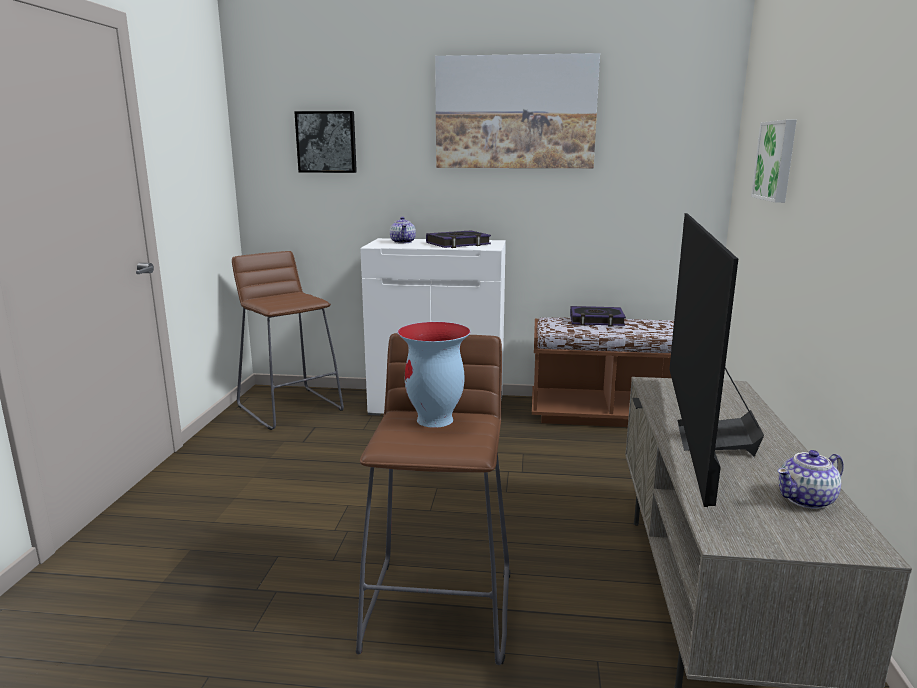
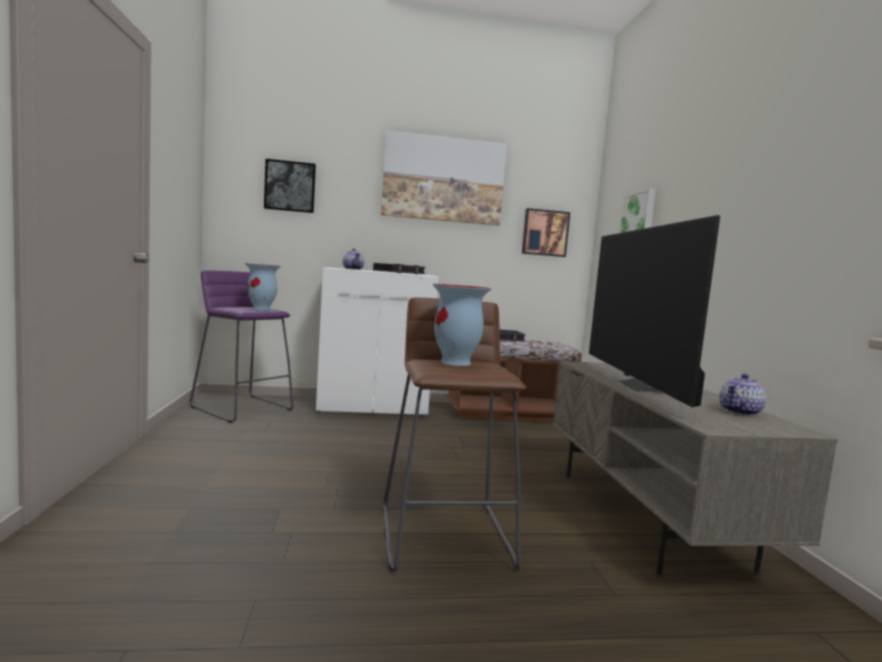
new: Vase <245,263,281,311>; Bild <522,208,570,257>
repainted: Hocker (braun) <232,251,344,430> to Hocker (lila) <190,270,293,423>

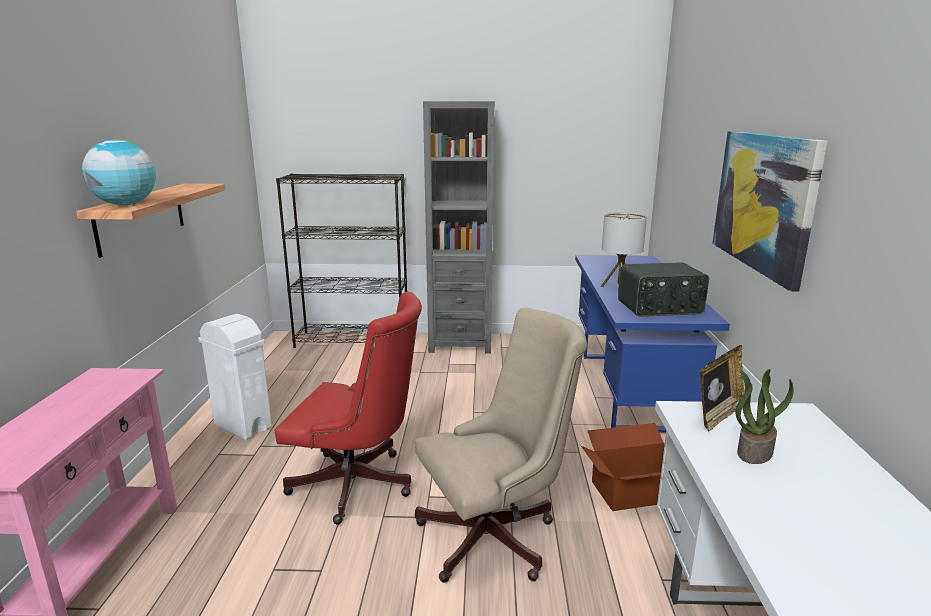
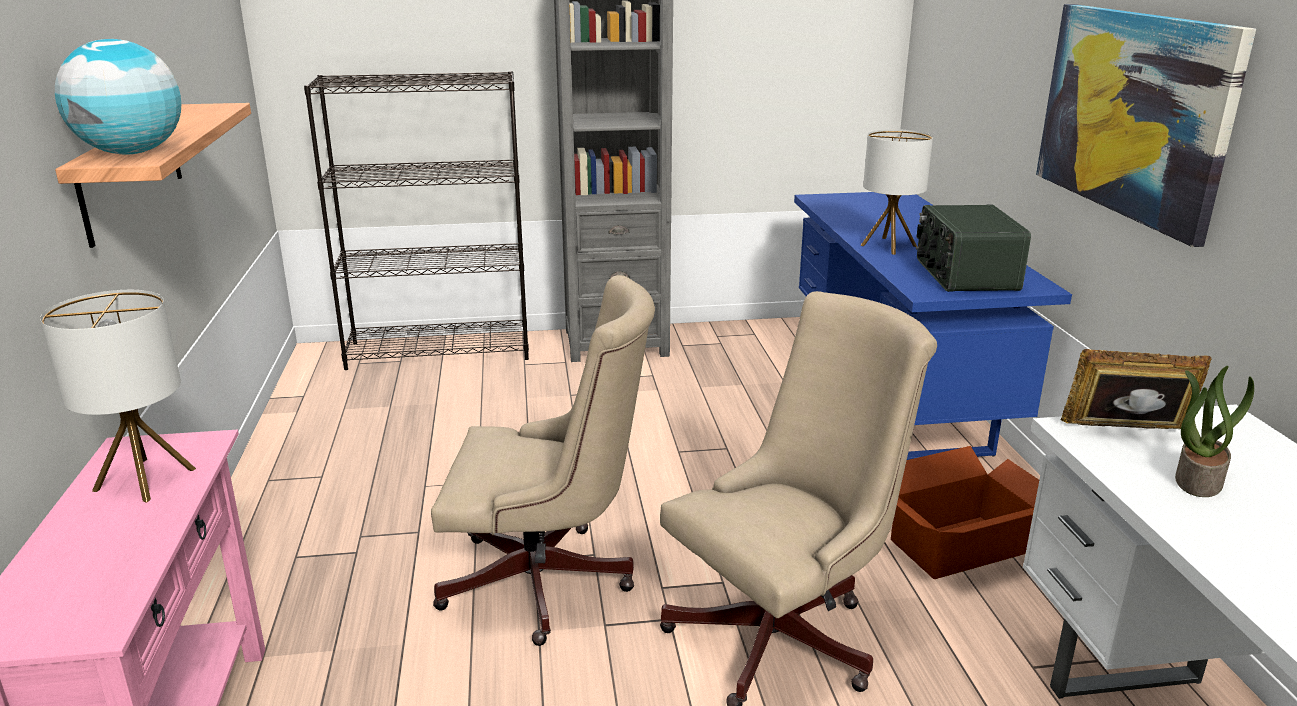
gone: Mülleimer (weiß) <198,314,272,440>
new: Tischlampe <40,290,196,502>
repainted: Bürostuhl (rot) <275,292,422,525> to Bürostuhl (beige) <431,275,655,646>
rotated: Radio <618,262,709,316> = <916,204,1031,292> 105 degrees clockwise; Bilderrahmen <700,345,745,431> = <1060,349,1212,429> 120 degrees counterclockwise

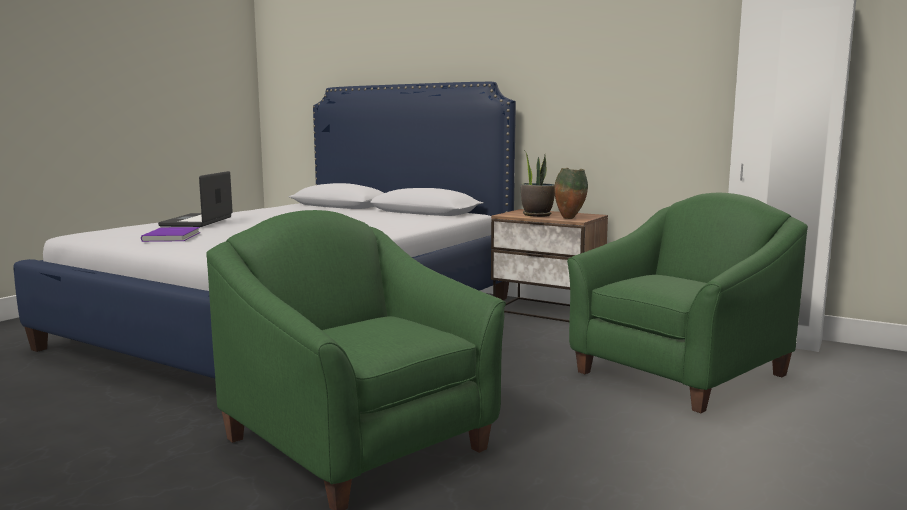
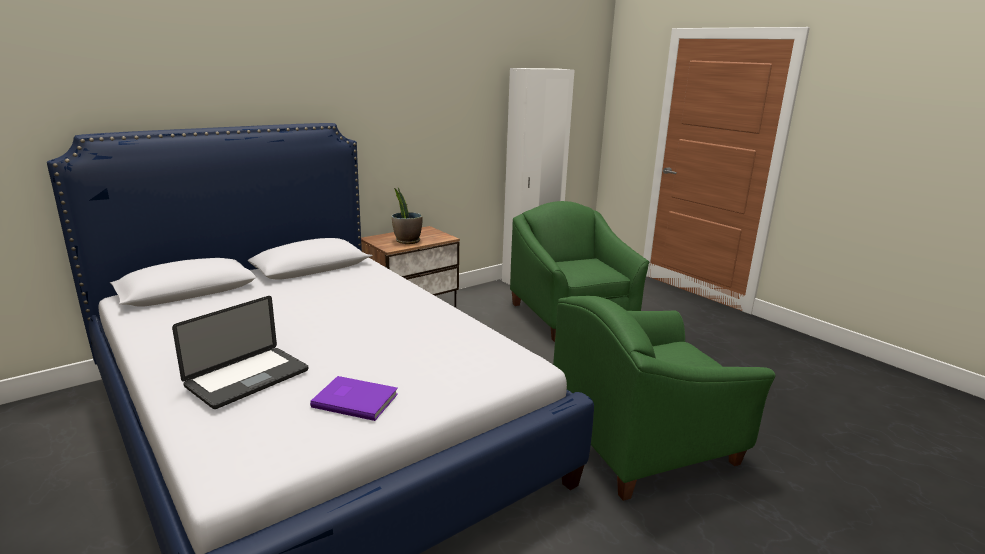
gone: Vase <554,168,588,219>
rotated: Laptop <158,171,233,227> = <172,296,308,409> 75 degrees counterclockwise

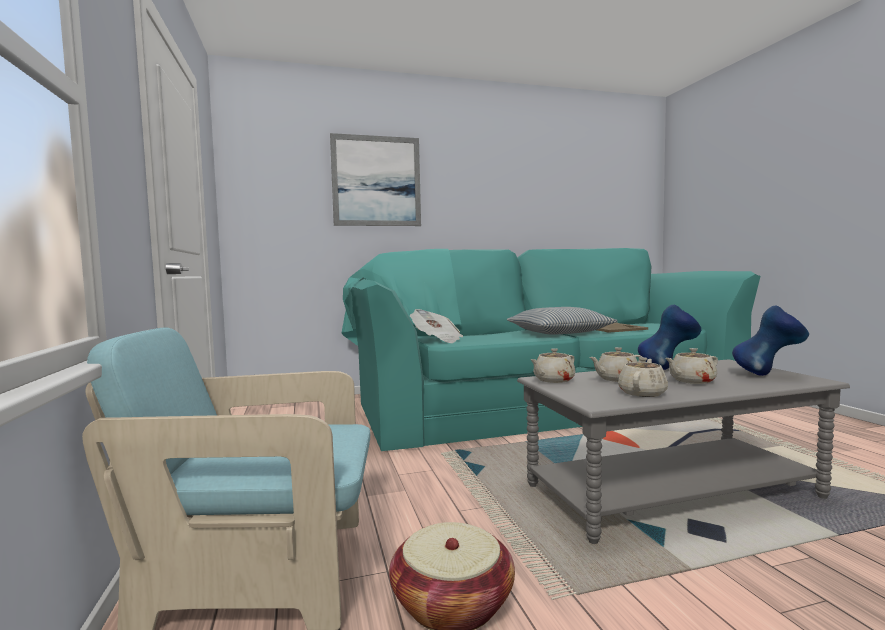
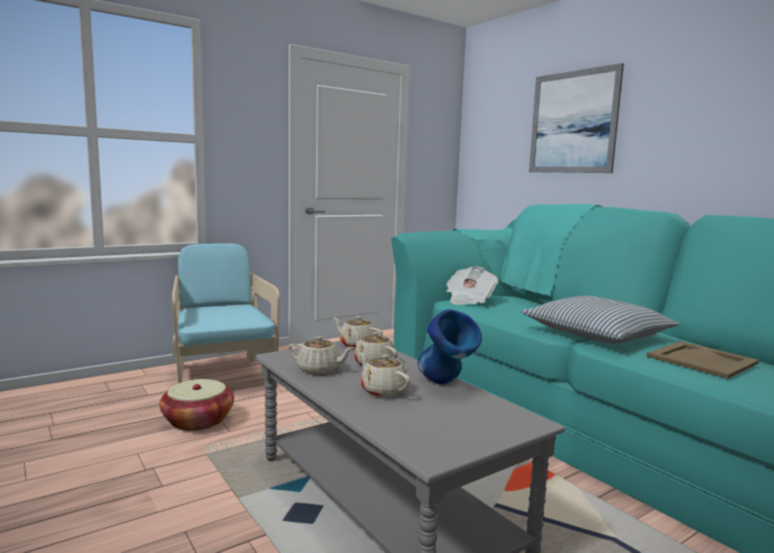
gone: Vase (blau) <732,306,809,376>

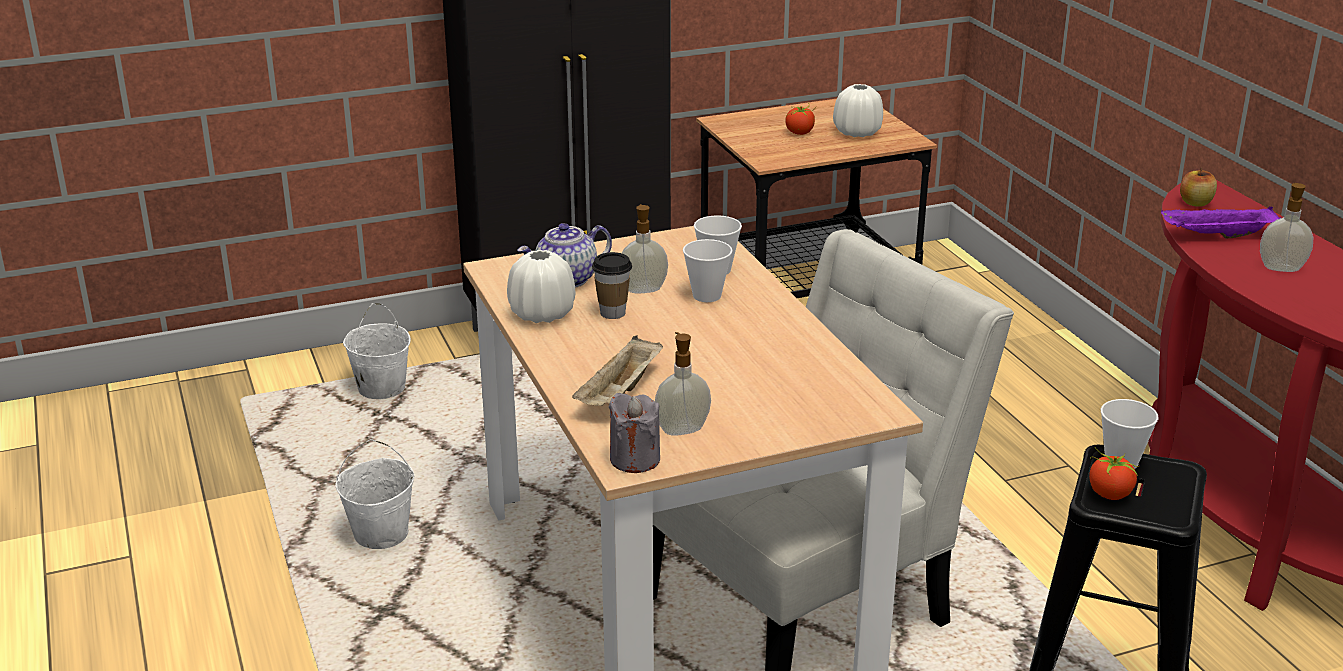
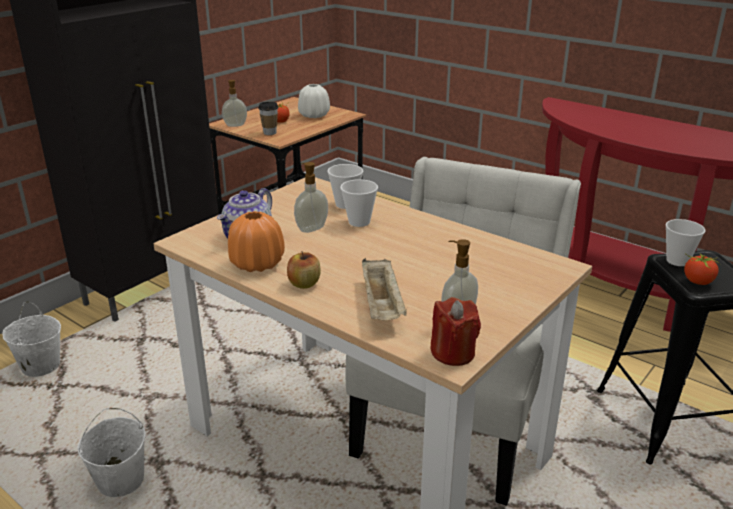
gone: Tablett (lila) <1161,206,1281,238>
shifted: Seifenspender <1260,183,1313,272> to <222,80,247,127>; Tasse <592,252,632,319> to <258,101,279,135>; Apfel <1180,168,1217,207> to <287,251,320,289>
repainted: Vase (weiß) <507,250,575,323> to Vase (orange) <228,211,285,272>; Kerze (grau) <608,393,660,473> to Kerze (rot) <430,297,481,366>

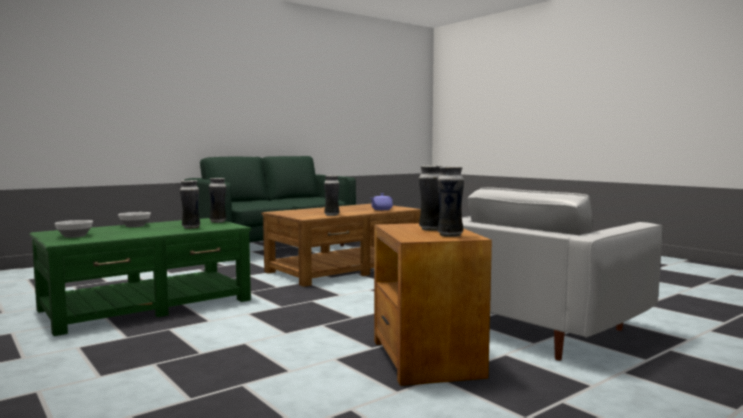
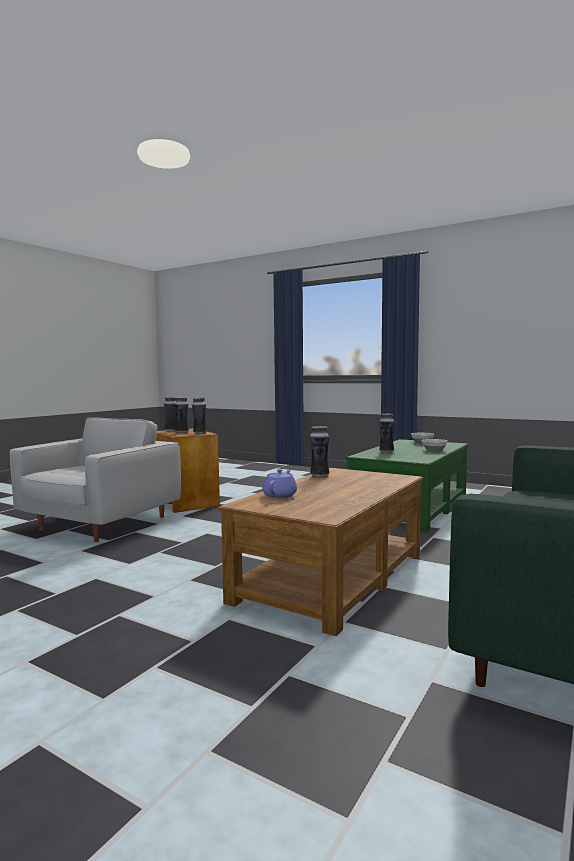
shifted: Vase <209,178,227,223> to <192,397,207,434>

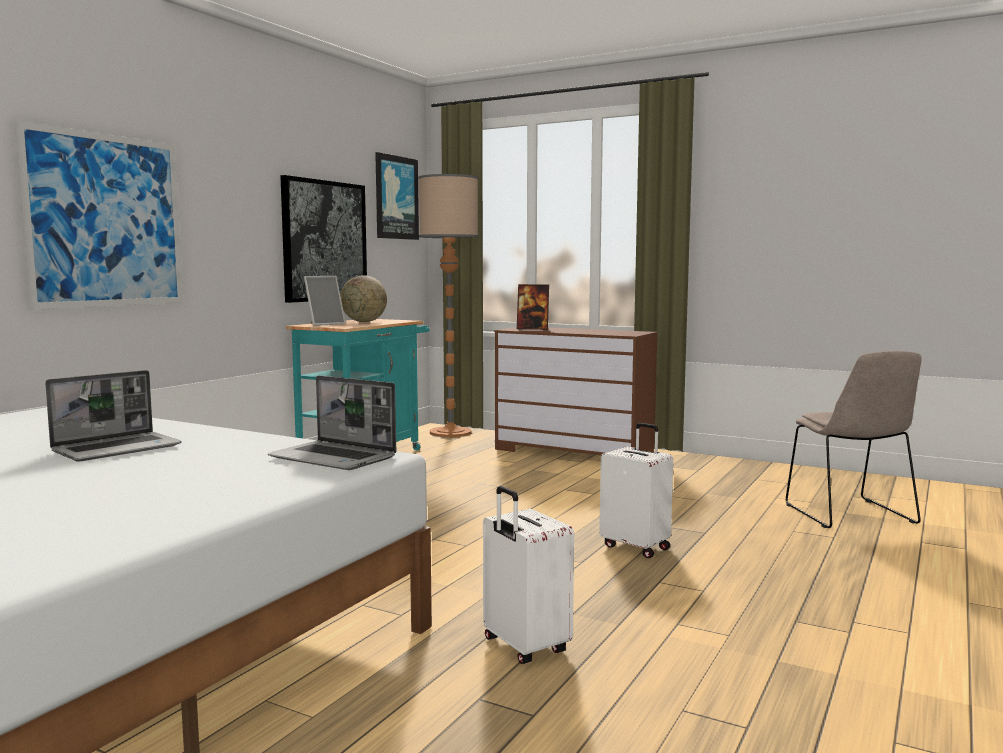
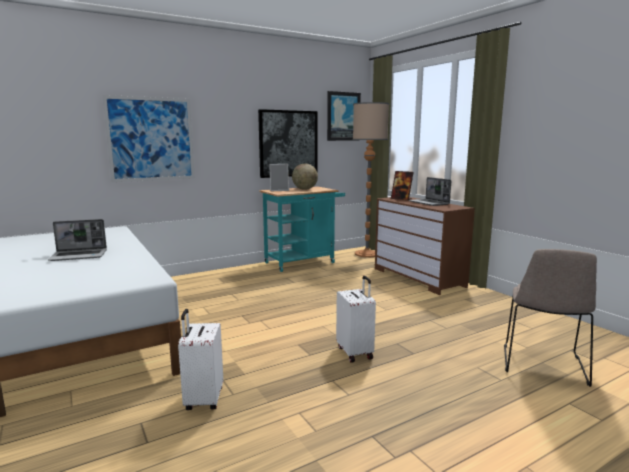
shifted: Laptop <268,376,396,470> to <409,177,451,206>

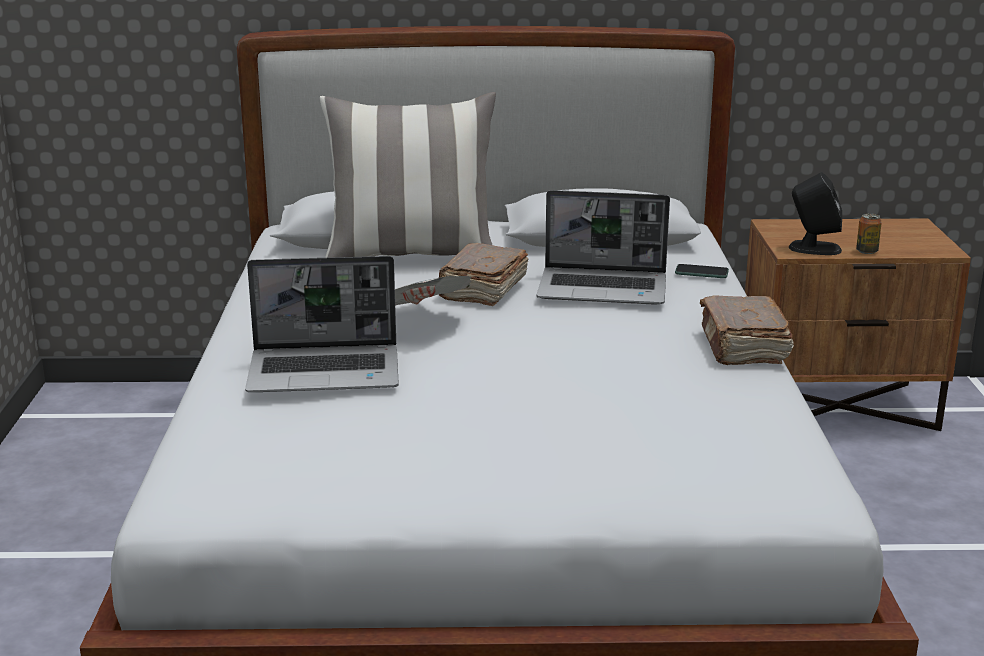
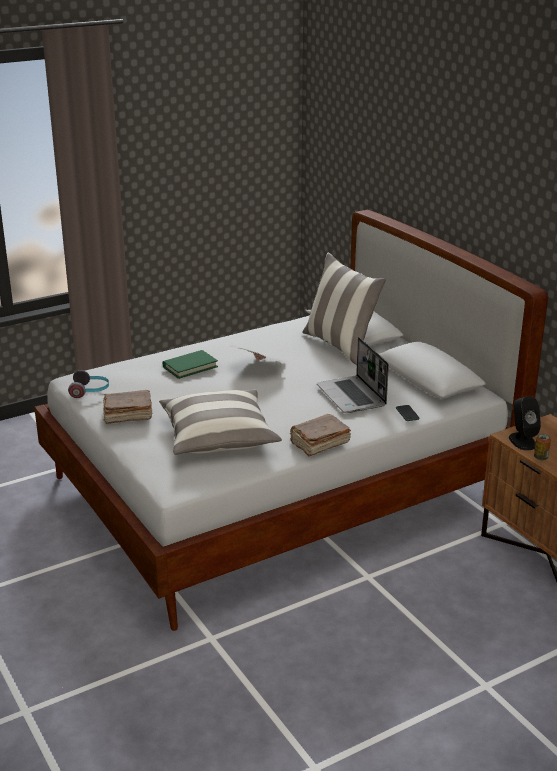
new: Kopfhörer <68,370,109,398>; Kissen <159,390,282,455>
shifted: Buch (braun) <439,243,528,306> to <103,390,152,424>
swapped: Laptop <245,256,399,392> to Buch (grün) <163,350,218,379>

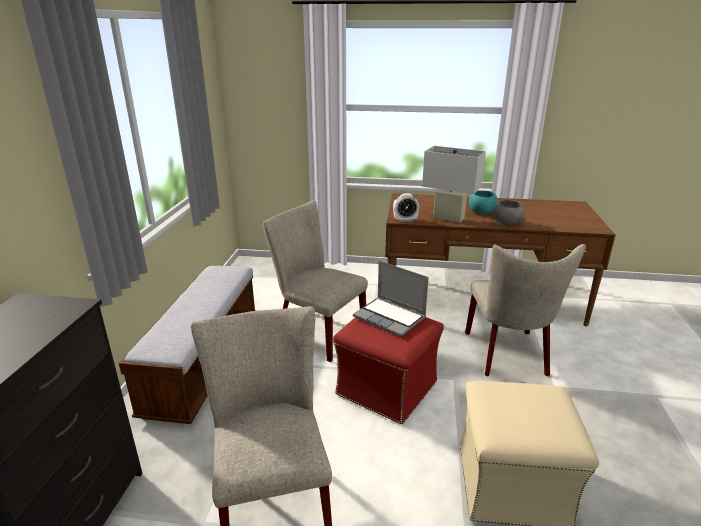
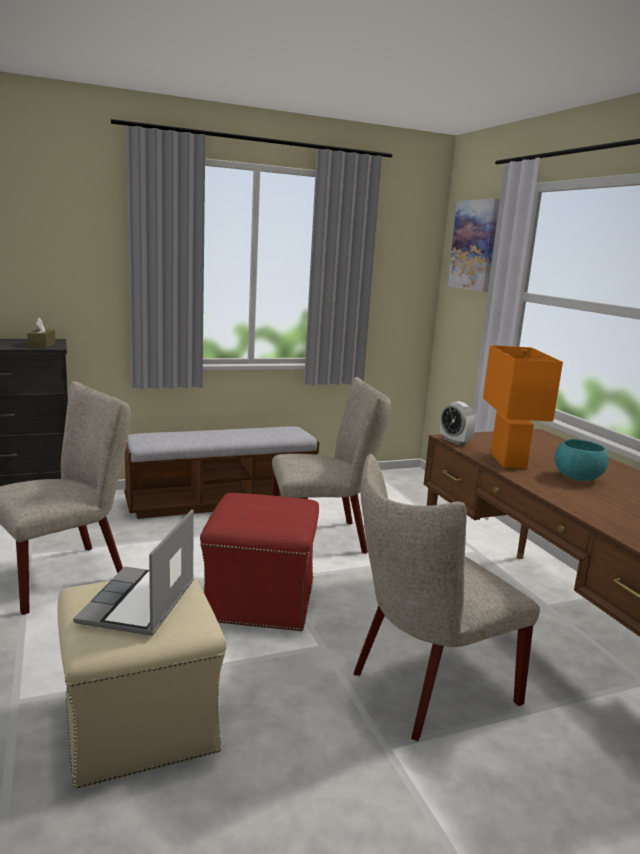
gone: Schüssel (grau) <494,200,525,225>
new: Taschentuchbox (braun) <27,318,56,348>; Bild <447,199,500,292>
shifted: Laptop <353,261,429,337> to <73,509,194,636>
repainted: Tischlampe (weiß) <422,146,486,223> to Tischlampe (orange) <483,345,563,469>
rotated: Stuhl (beige) <263,200,368,362> = <272,377,391,554> 75 degrees clockwise

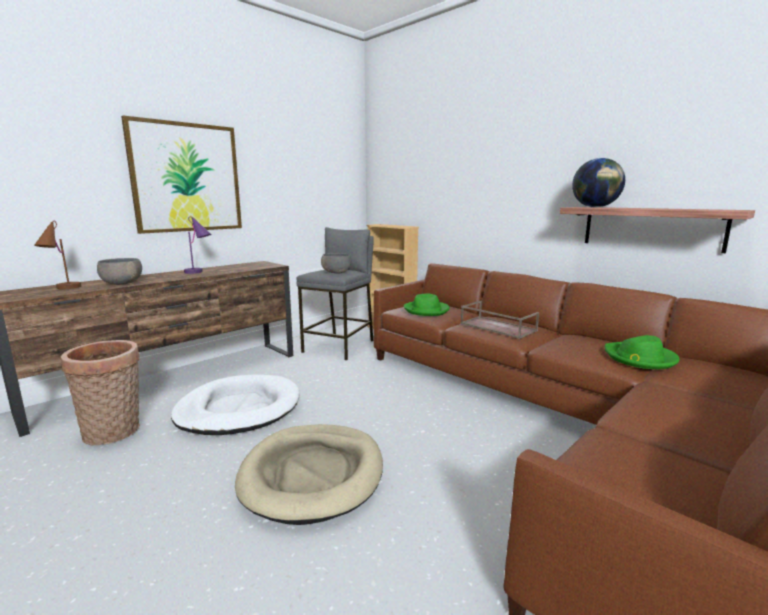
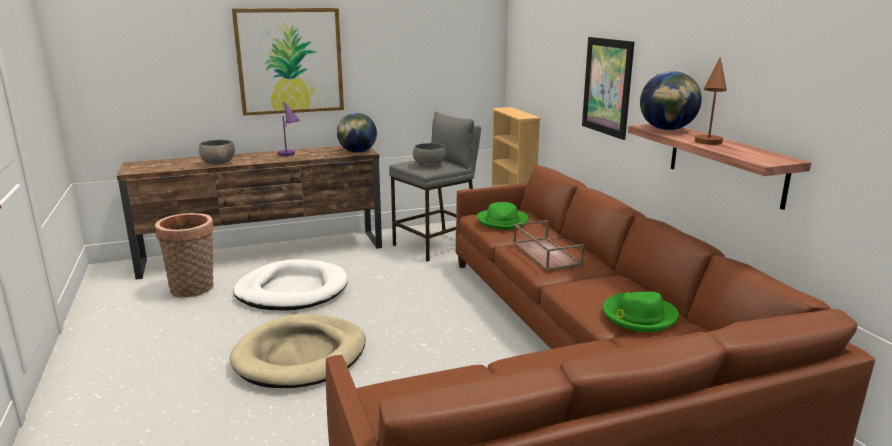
new: Globus <337,113,377,153>; Bild <582,37,634,140>
shifted: Tischlampe (braun) <34,221,81,289> to <695,57,727,145>

